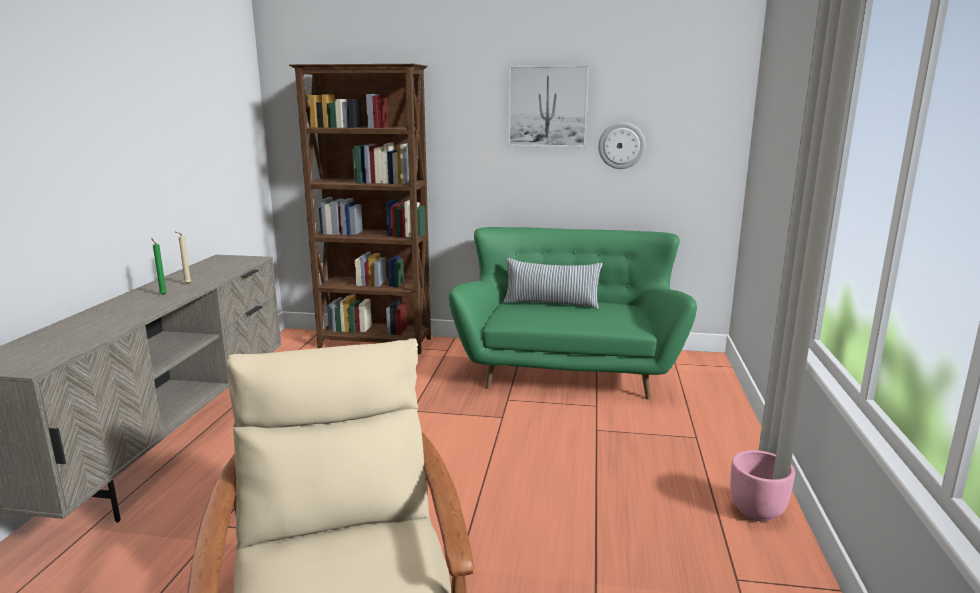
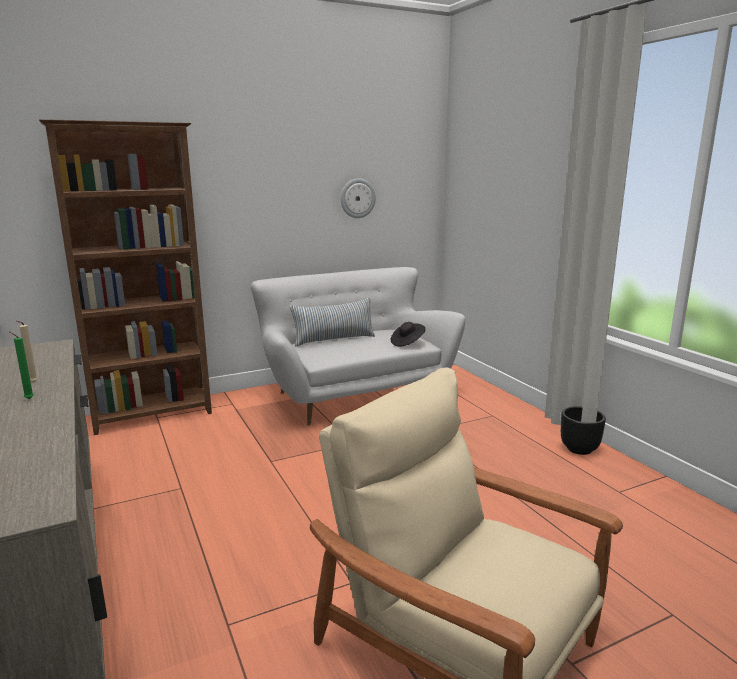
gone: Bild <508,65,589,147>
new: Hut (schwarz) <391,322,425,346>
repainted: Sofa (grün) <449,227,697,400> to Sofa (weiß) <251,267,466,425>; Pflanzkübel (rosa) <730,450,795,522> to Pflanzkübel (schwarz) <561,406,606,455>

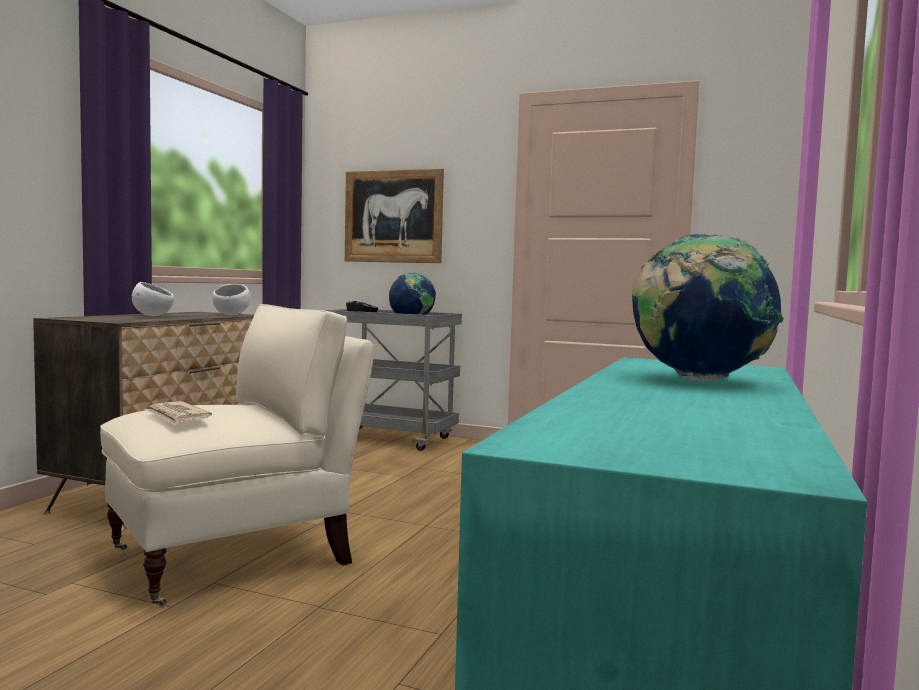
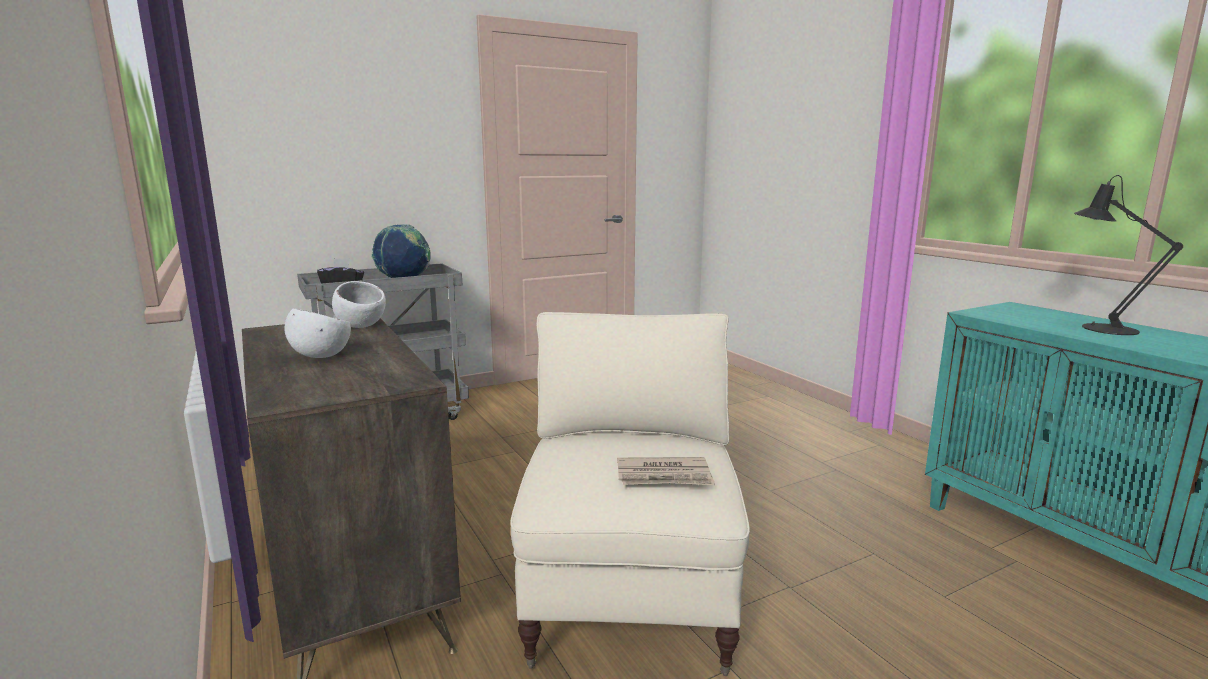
gone: Bild <345,169,444,263>
swapped: Globus <632,233,784,381> to Tischlampe (schwarz) <1074,175,1183,335>

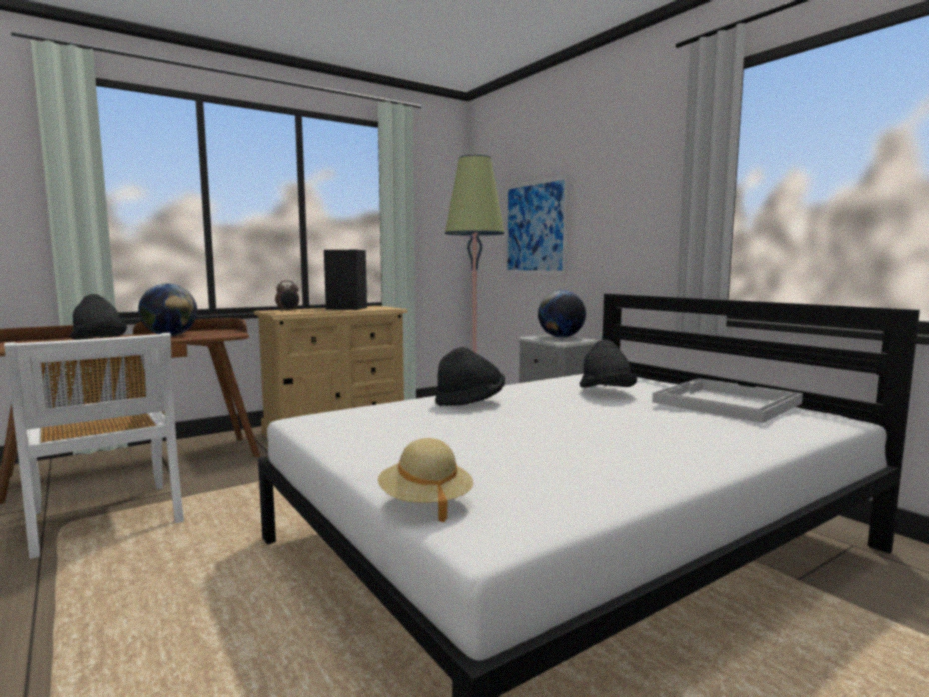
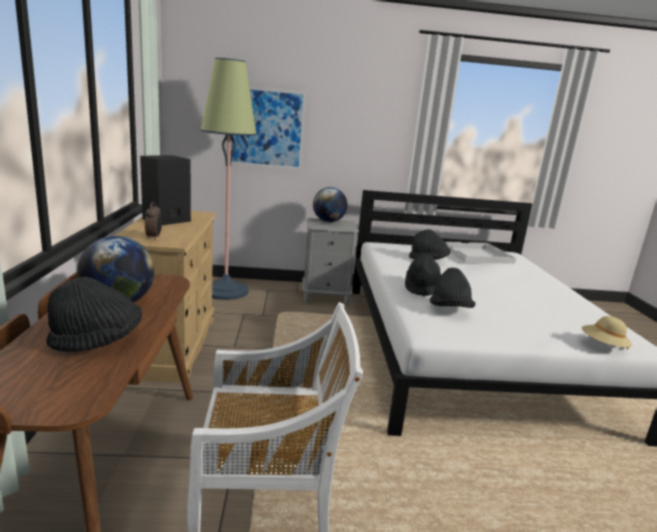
new: Hut (schwarz) <430,268,476,308>

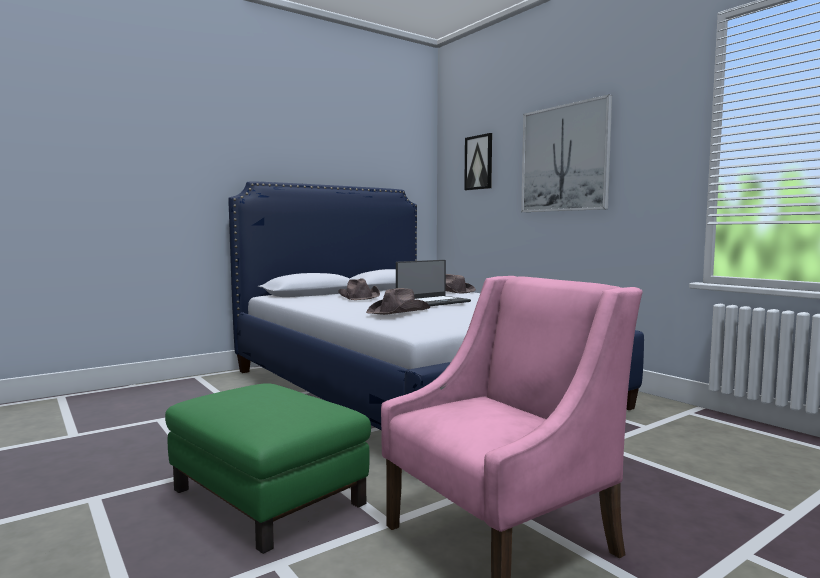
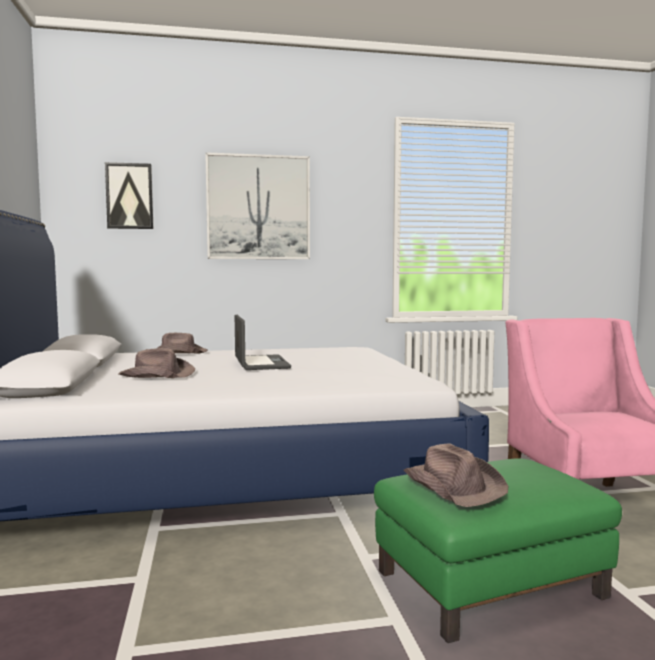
shifted: Hut (braun) <366,288,430,315> to <404,443,508,507>

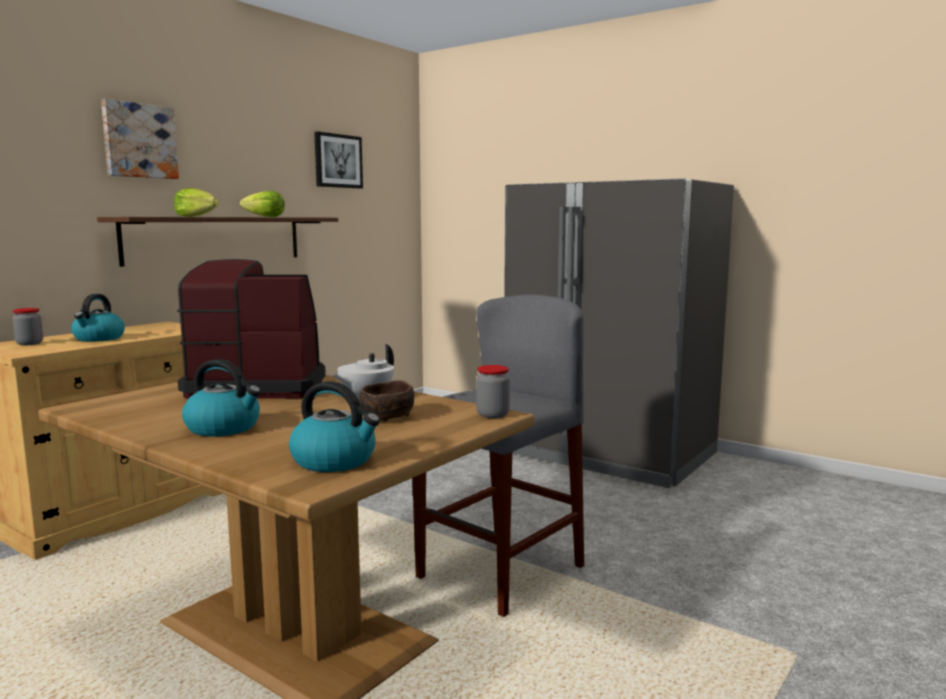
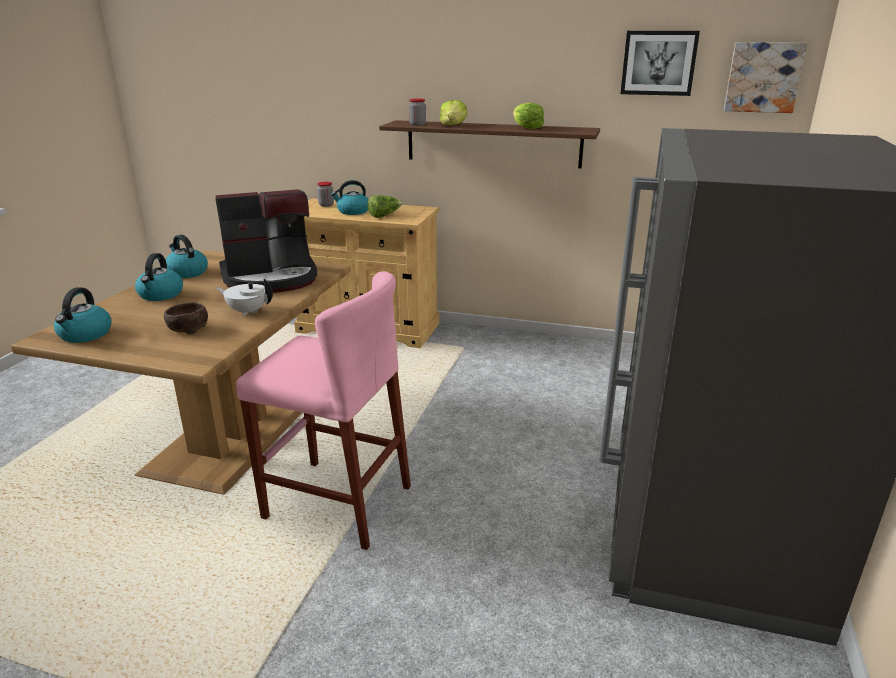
new: Wasserkessel <165,235,208,278>; Salatkopf <367,195,403,218>
shifted: Vorratsglas <476,365,510,418> to <409,98,426,126>; Bild <101,99,179,179> to <724,42,808,113>
repainted: Hocker (grau) <412,294,584,617> to Hocker (rosa) <236,271,411,550>
rotated: Kaffeemaschine <177,259,326,399> = <215,189,317,293> 90 degrees clockwise

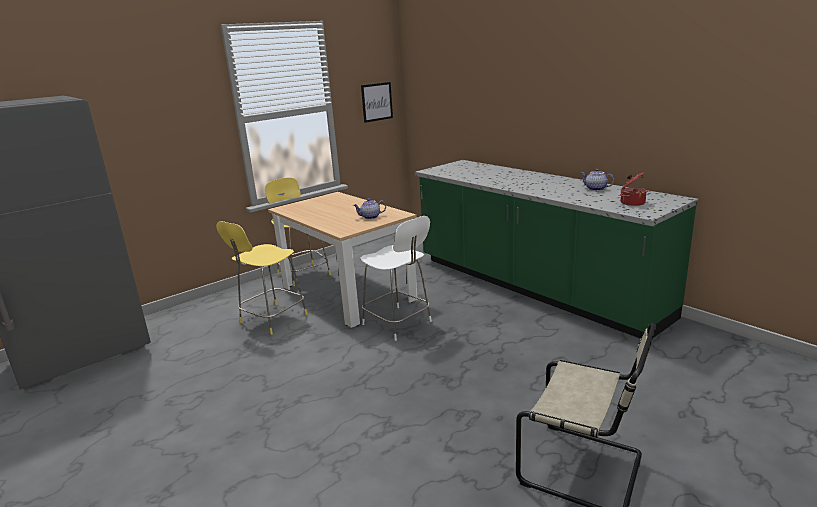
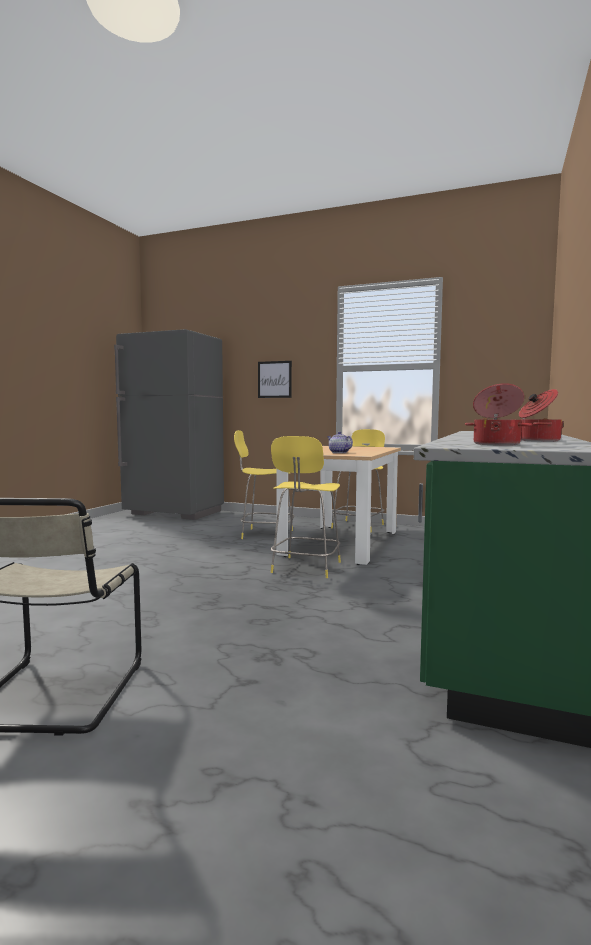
shifted: Bild <361,82,393,123> to <258,361,292,398>
swapped: Teekanne <580,169,614,191> to Kochtopf <519,389,564,442>
repainted: Hocker (weiß) <360,216,432,341> to Hocker (gelb) <271,436,341,578>

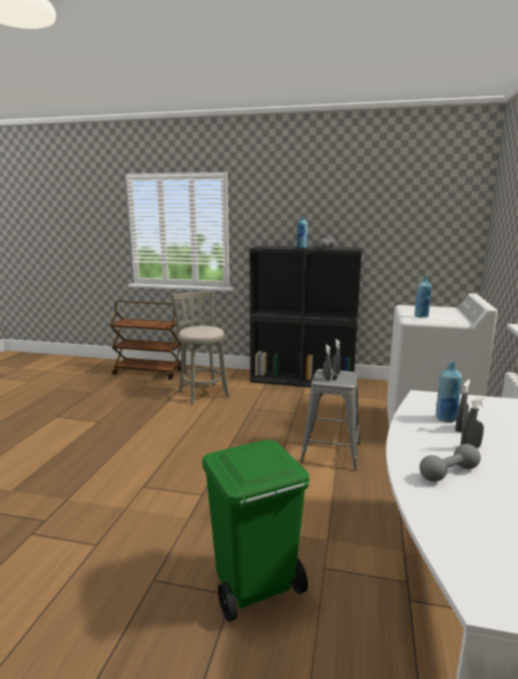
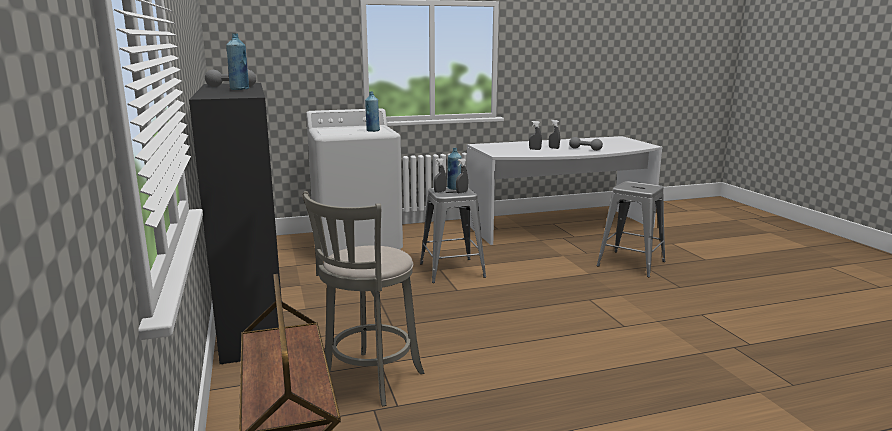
shifted: Flasche (blau) <436,362,462,422> to <447,148,462,190>
swapped: Mülleimer (grün) <202,440,309,622> to Hocker (grau) <597,181,665,277>

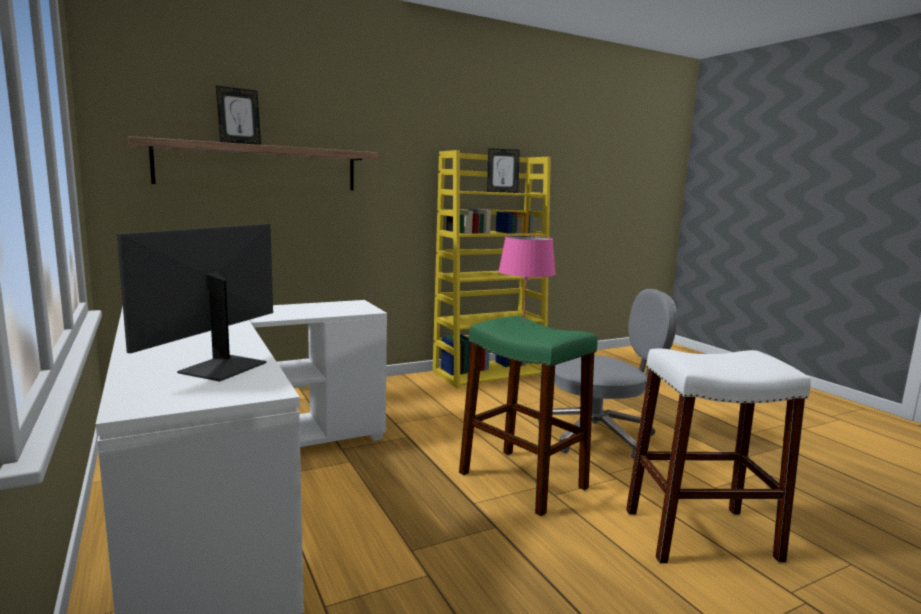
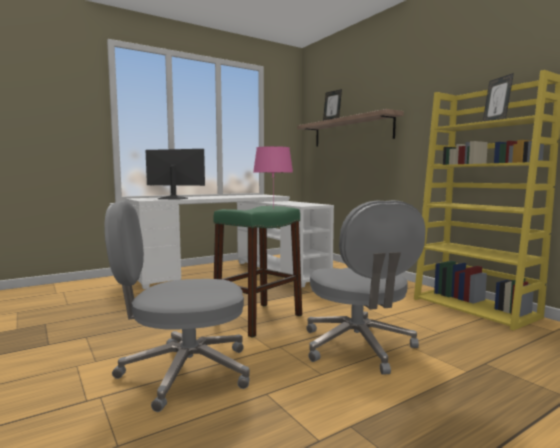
swapped: Hocker (weiß) <626,348,811,563> to Bürostuhl (grau) <104,201,250,412>

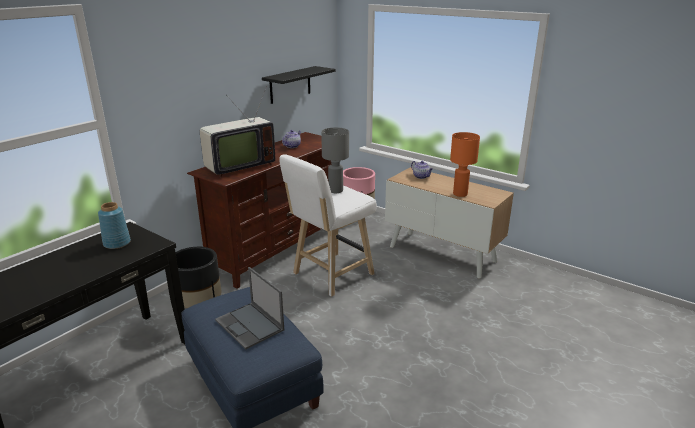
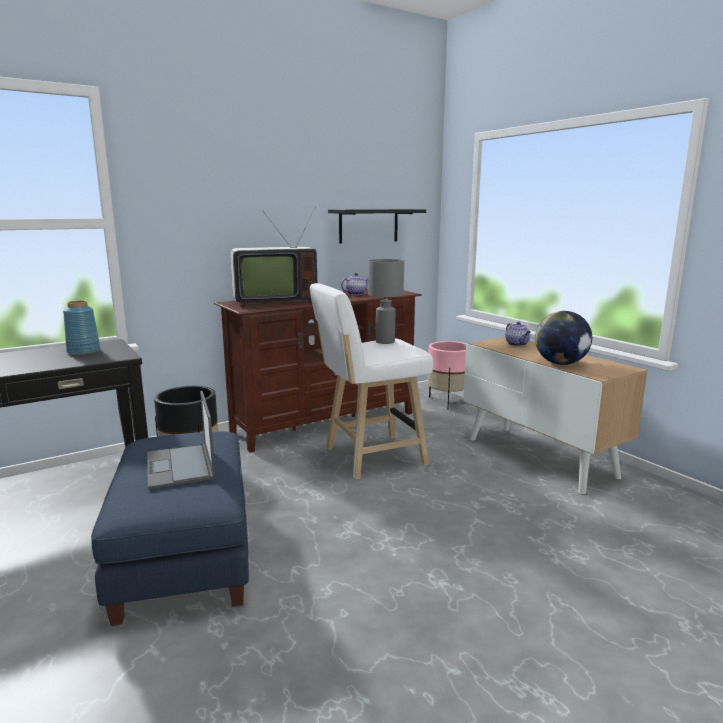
swapped: Tischlampe (orange) <450,132,480,197> to Globus <535,311,592,365>

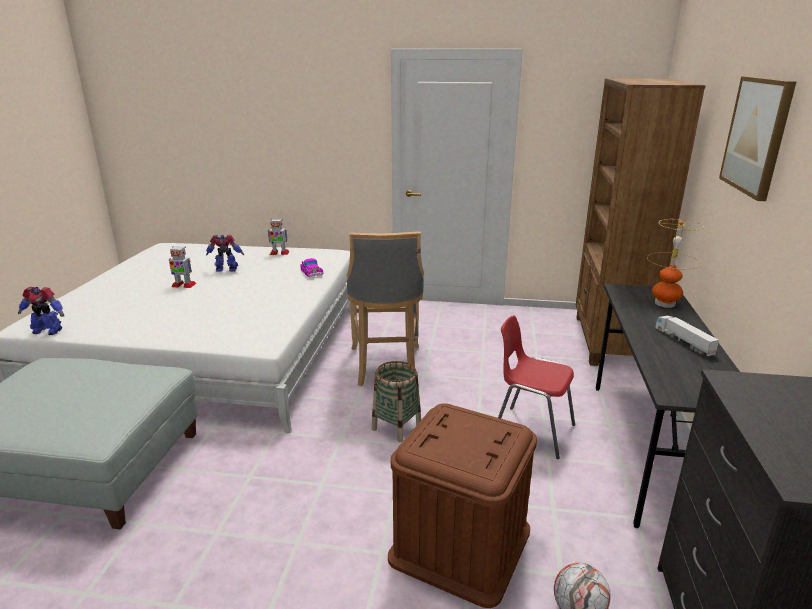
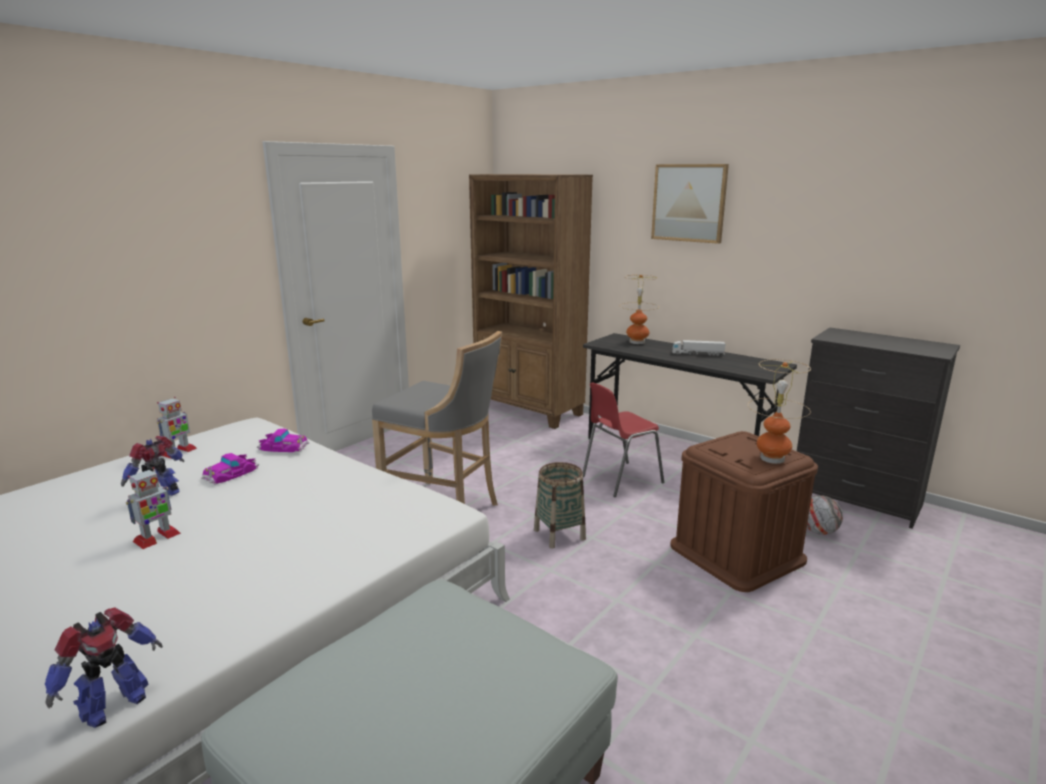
new: Spielzeugauto <201,453,259,484>; Tischlampe <748,359,811,464>

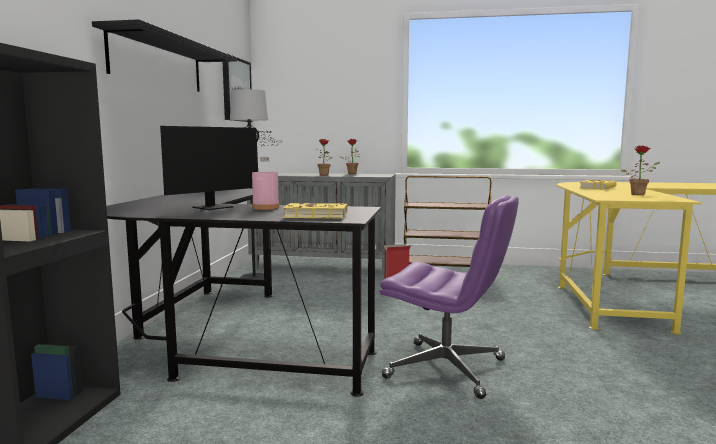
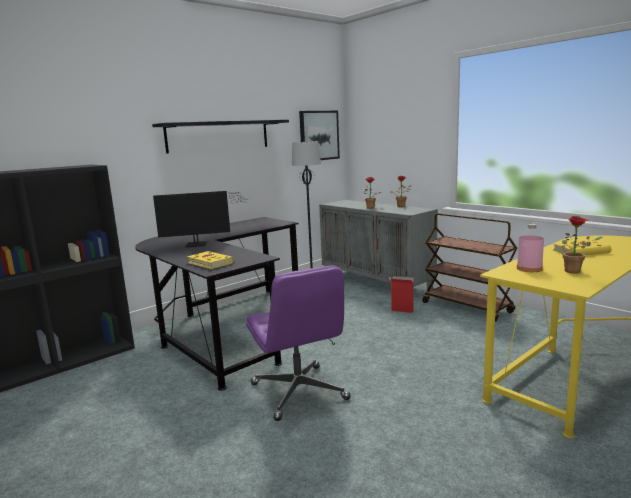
shifted: Flasche (rosa) <252,157,279,210> to <517,224,544,272>

